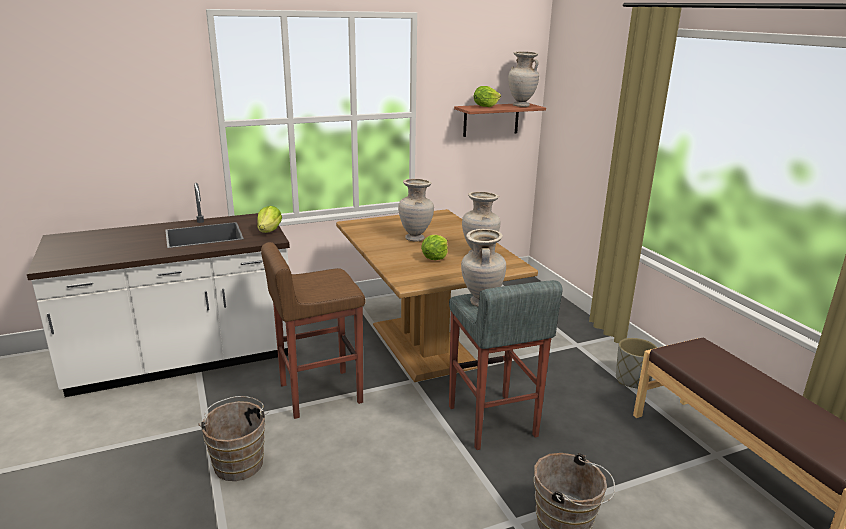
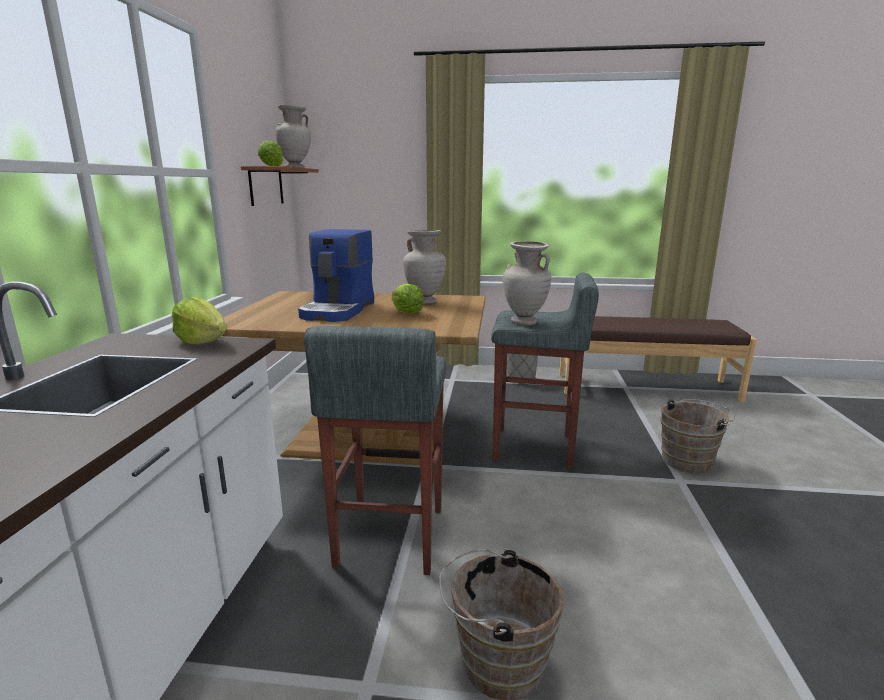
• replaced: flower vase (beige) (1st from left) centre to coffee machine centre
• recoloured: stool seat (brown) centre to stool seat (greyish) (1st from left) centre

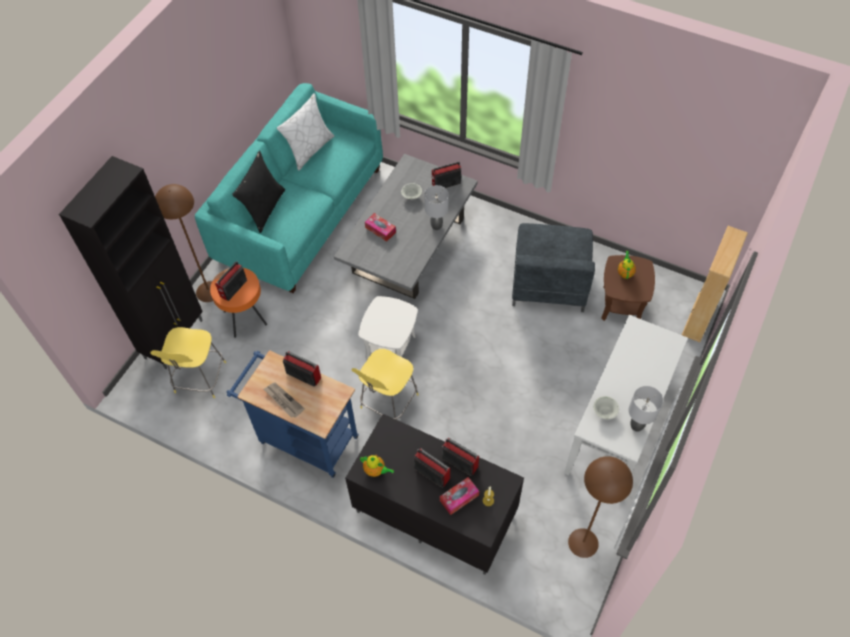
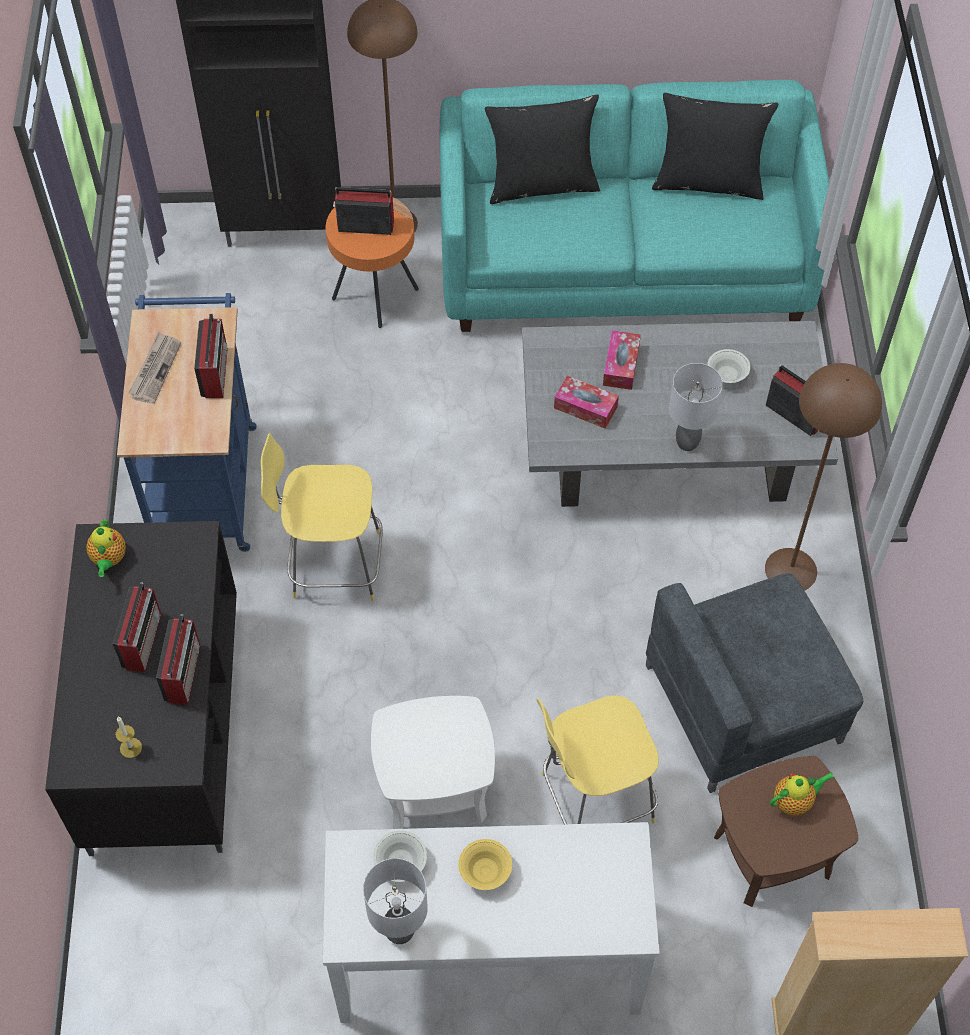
• moved: side table (whitish) centre to bottom centre
• added: bowl (yellow-coloured) bottom centre
• moved: stool seat (yellow-coloured) (1st from left in the first image) middle left to stool seat (yellow-coloured) (2nd from left) bottom centre
• moved: box of tissues (2nd from left in the first image) bottom centre to box of tissues (1st from left) centre
• recoloured: cushion (whitish) top centre to cushion (blackish) (2nd from left) top right
• moved: standard lamp (brown) (2nd from left) bottom right to middle right

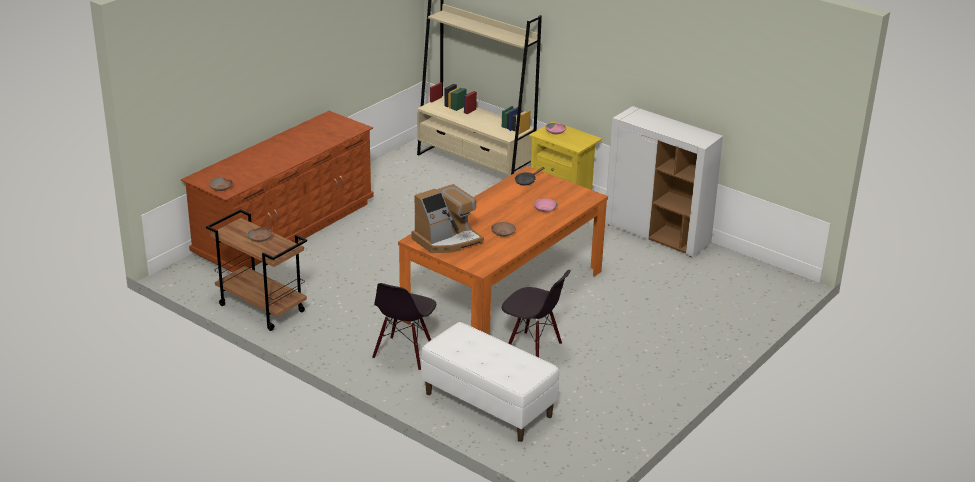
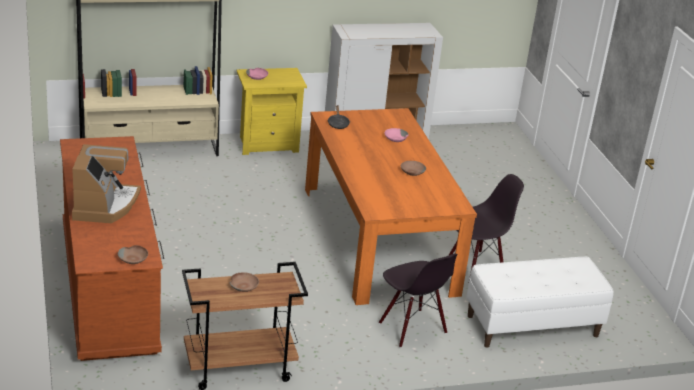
• moved: coffee machine centre to middle left

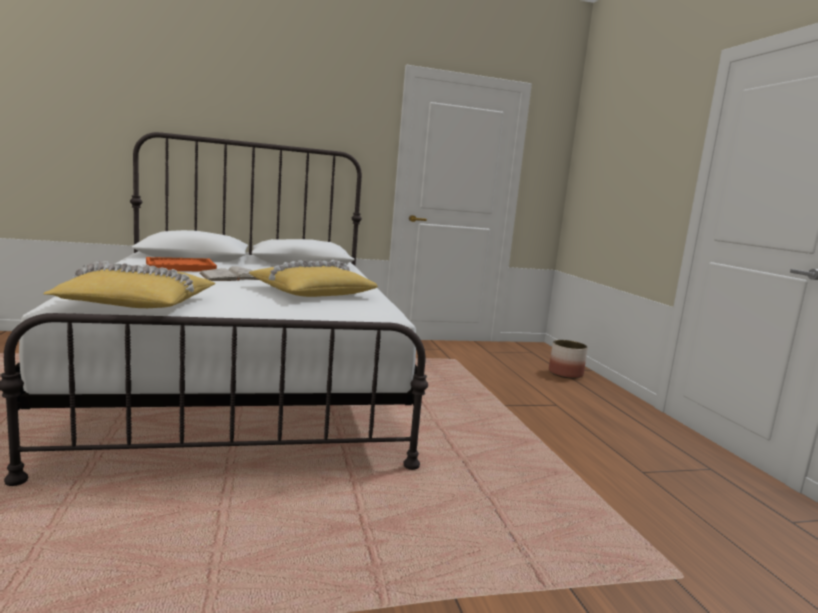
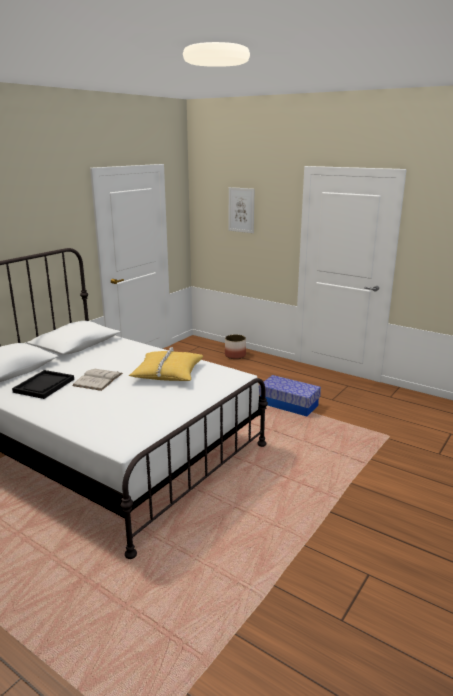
• recoloured: serving tray (orange-coloured) middle left to serving tray (blackish) middle left
• added: wall art top centre
• added: storage container centre
• removed: cushion (yellow-coloured) (1st from left) middle left

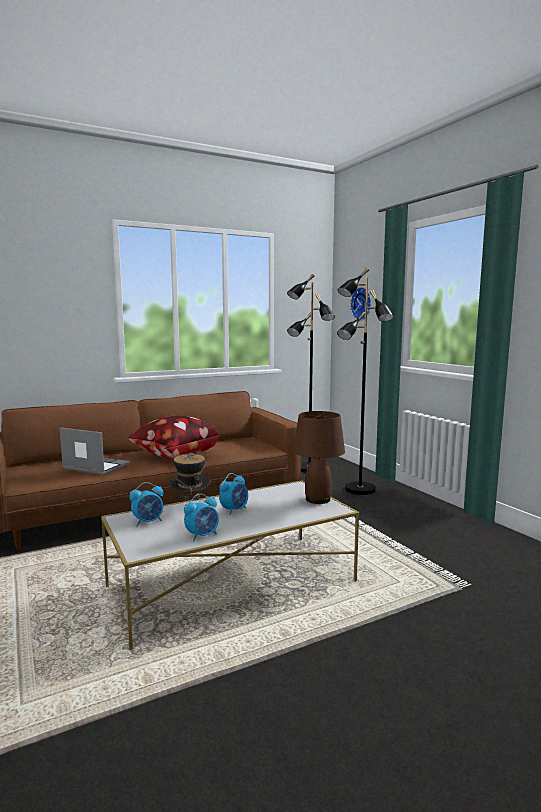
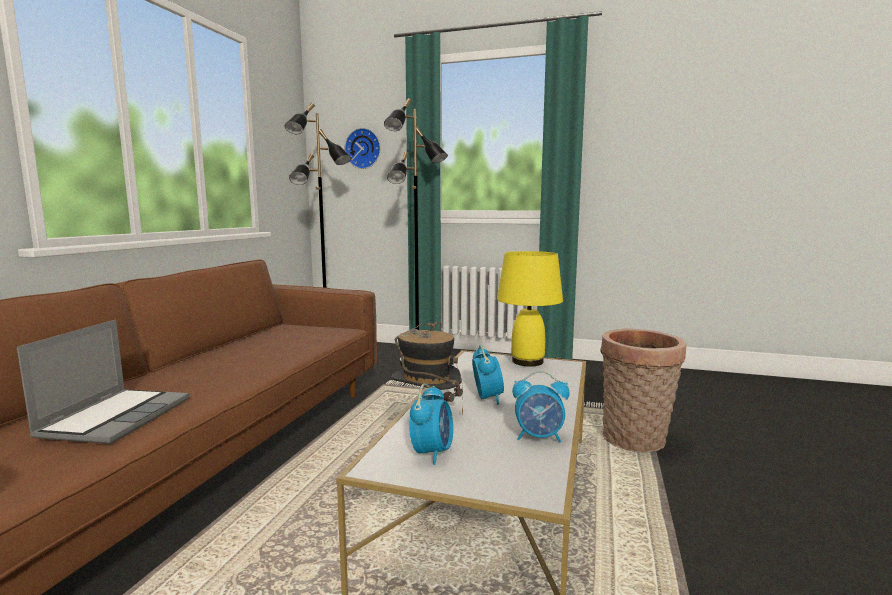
• turned: notebook computer middle left = middle left 120 degrees clockwise
• recoloured: lamp for a table (brown) centre to lamp for a table (yellow-coloured) centre
• turned: bedside clock (2nd from left in the first image) centre = bottom centre 90 degrees clockwise
• added: household basket middle right
• removed: cushion middle left

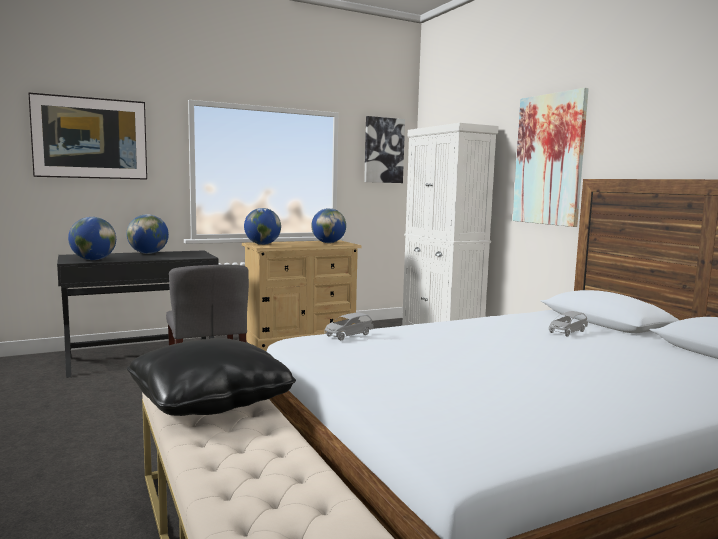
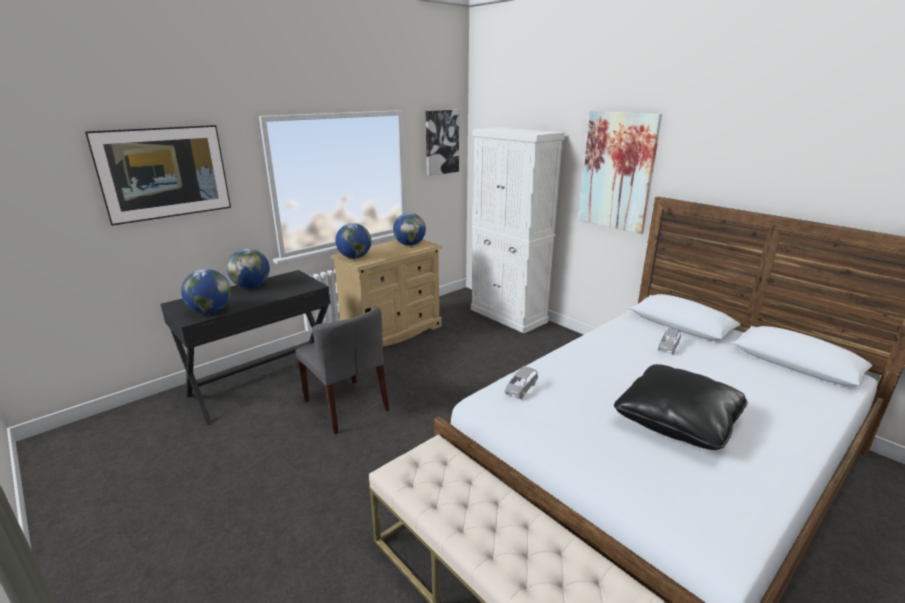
• moved: cushion (blackish) bottom left to bottom right

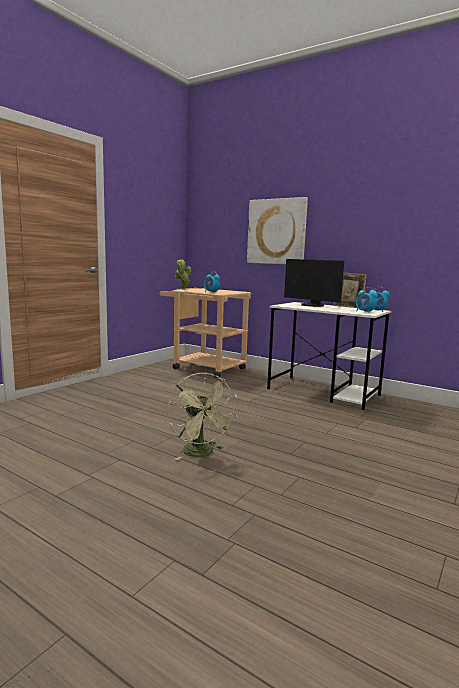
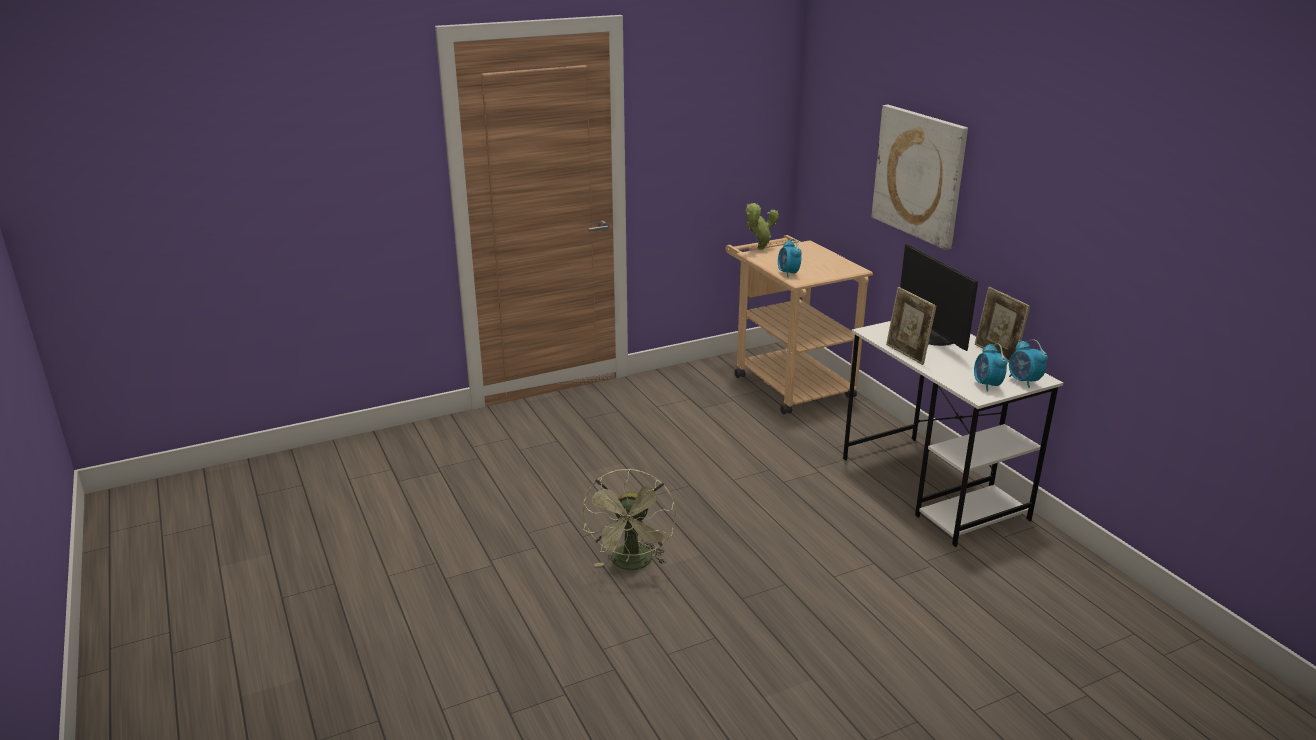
• added: picture frame (1st from left) middle right

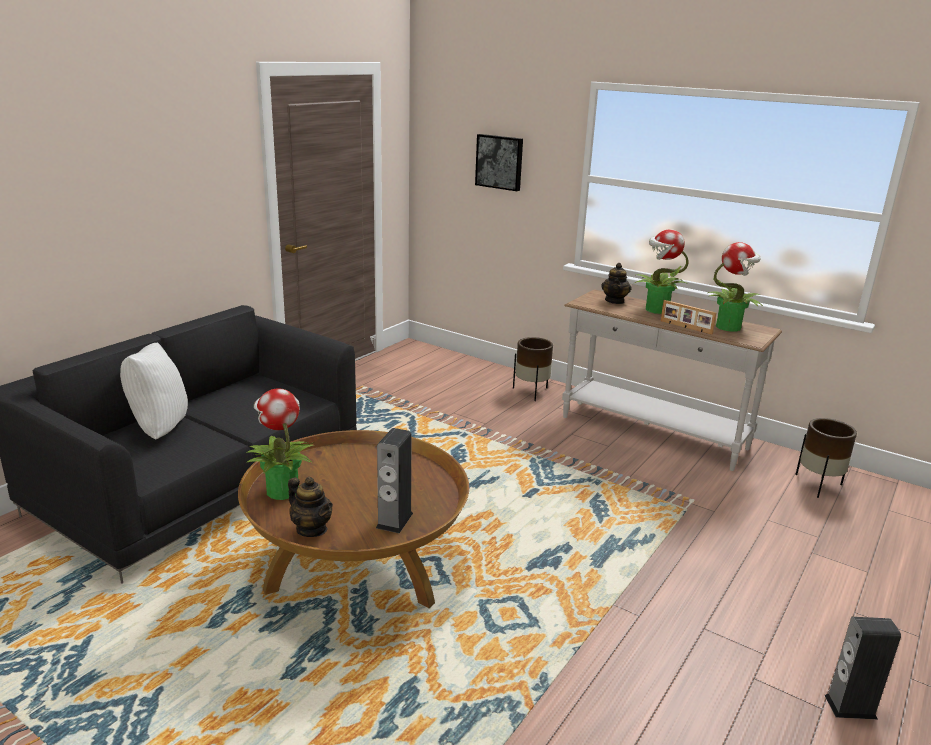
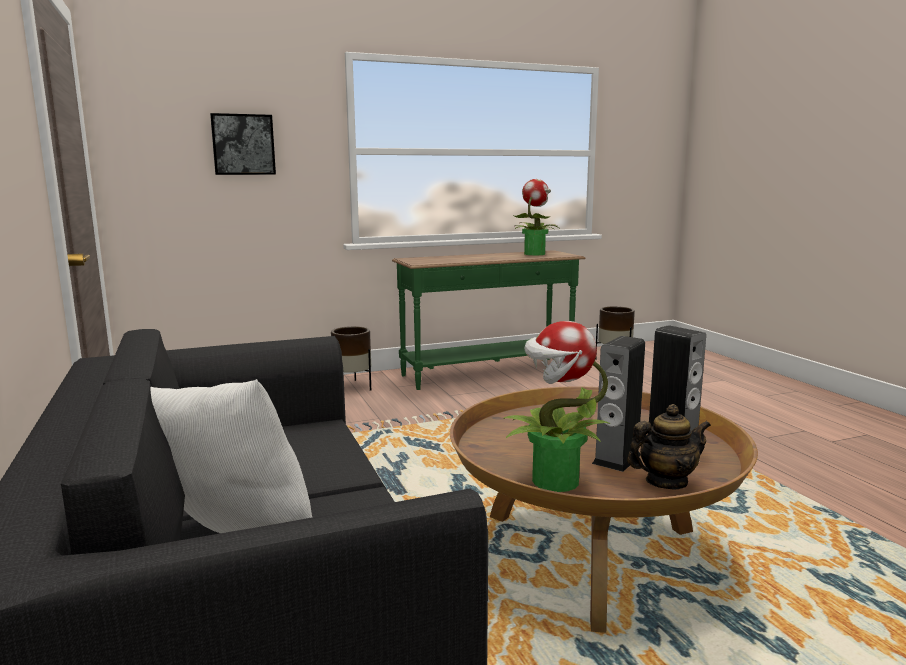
• recoloured: hall table (whitish) middle right to hall table (greenish) centre
• moved: loudspeaker (2nd from left in the first image) bottom right to loudspeaker (1st from left) middle right
• removed: teapot (2nd from left) centre
• removed: potted plant (2nd from left) middle right
• removed: picture frame middle right

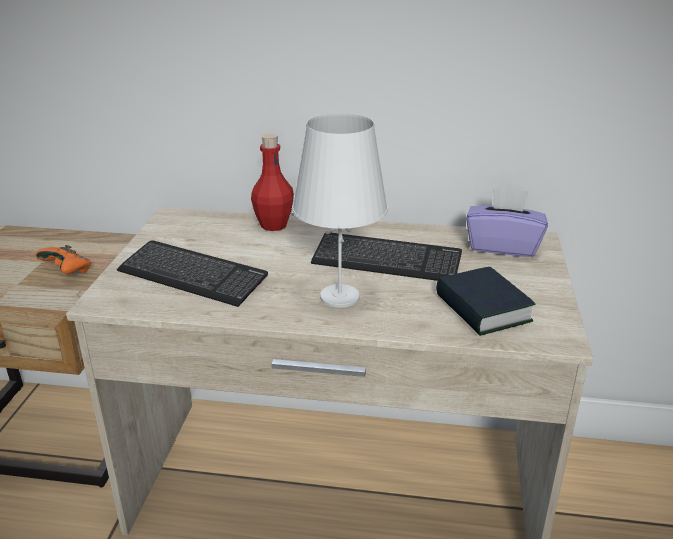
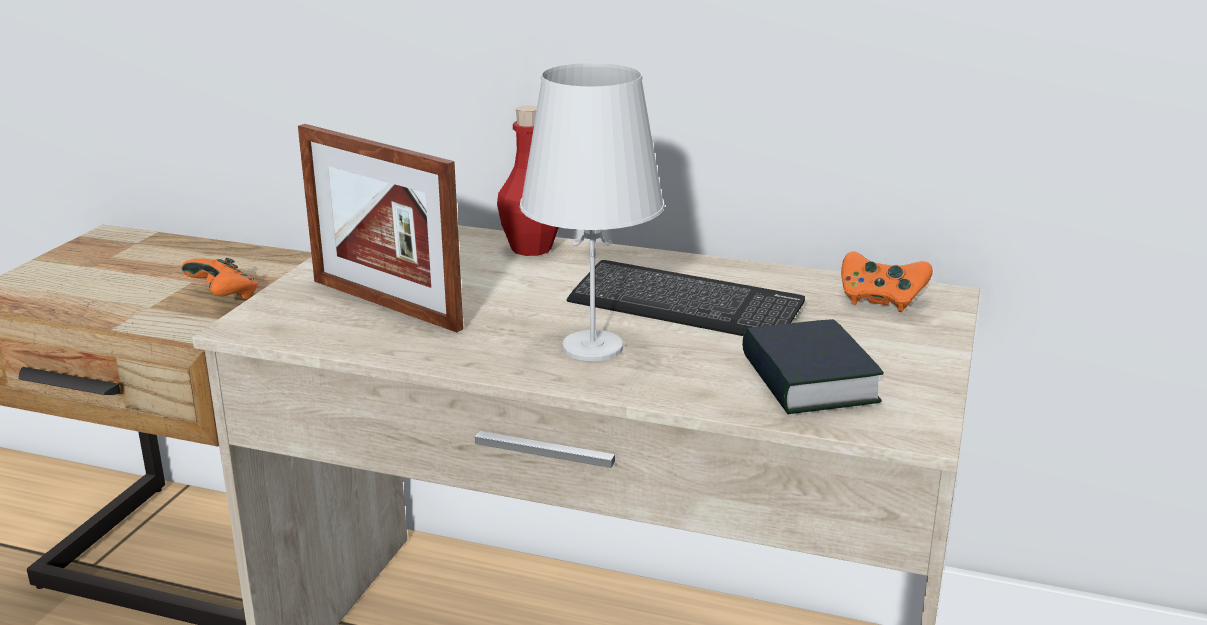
• replaced: PC keyboard (1st from left) middle left to picture frame middle left
• replaced: box of tissues (purple-coloured) middle right to game controller (orange-coloured) (2nd from left) middle right

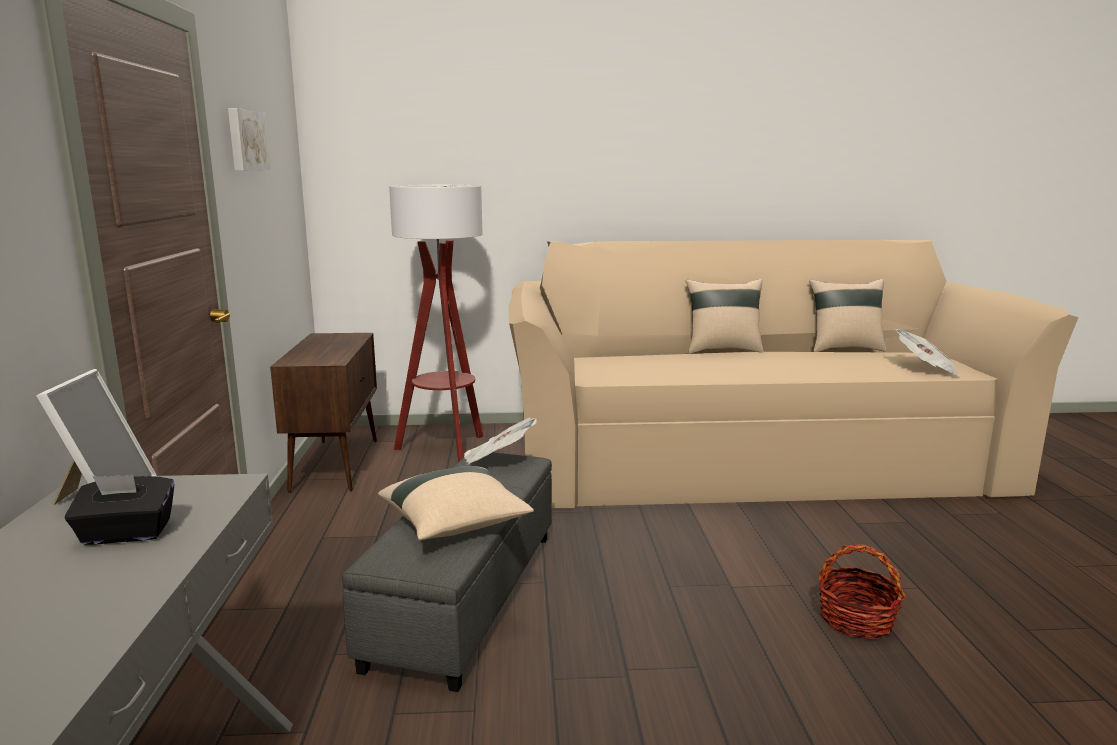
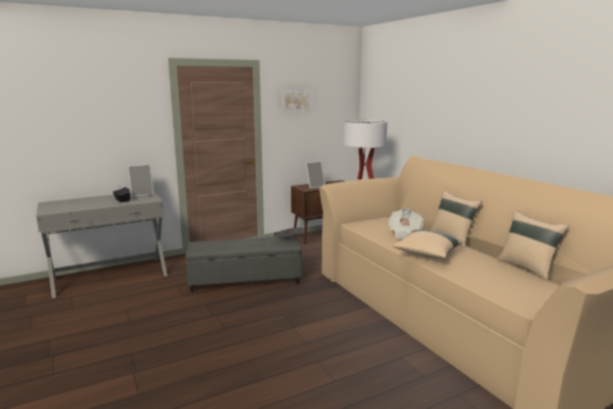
• added: picture frame (2nd from left) centre
• moved: newspaper (2nd from left) middle right to centre
• moved: cushion (beige) (1st from left) bottom centre to middle right
• removed: household basket bottom right

